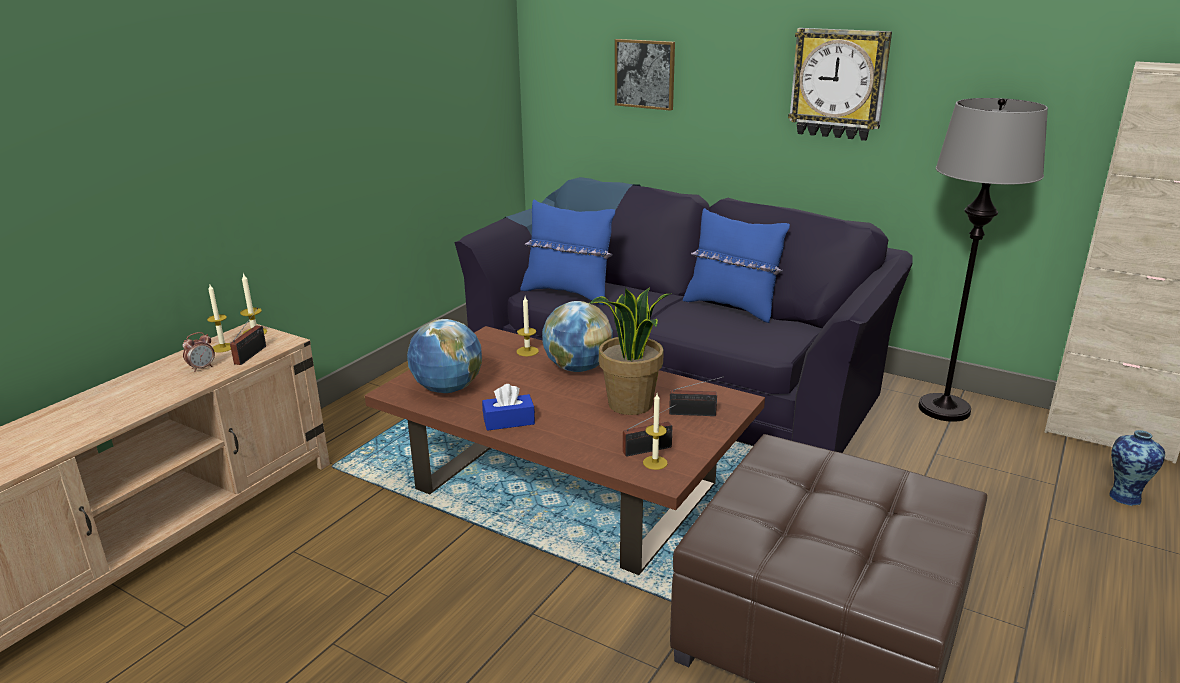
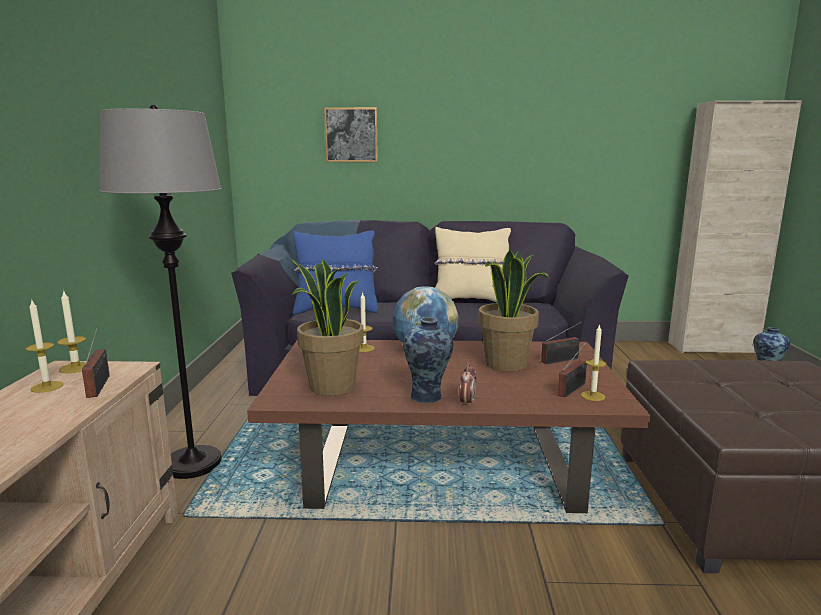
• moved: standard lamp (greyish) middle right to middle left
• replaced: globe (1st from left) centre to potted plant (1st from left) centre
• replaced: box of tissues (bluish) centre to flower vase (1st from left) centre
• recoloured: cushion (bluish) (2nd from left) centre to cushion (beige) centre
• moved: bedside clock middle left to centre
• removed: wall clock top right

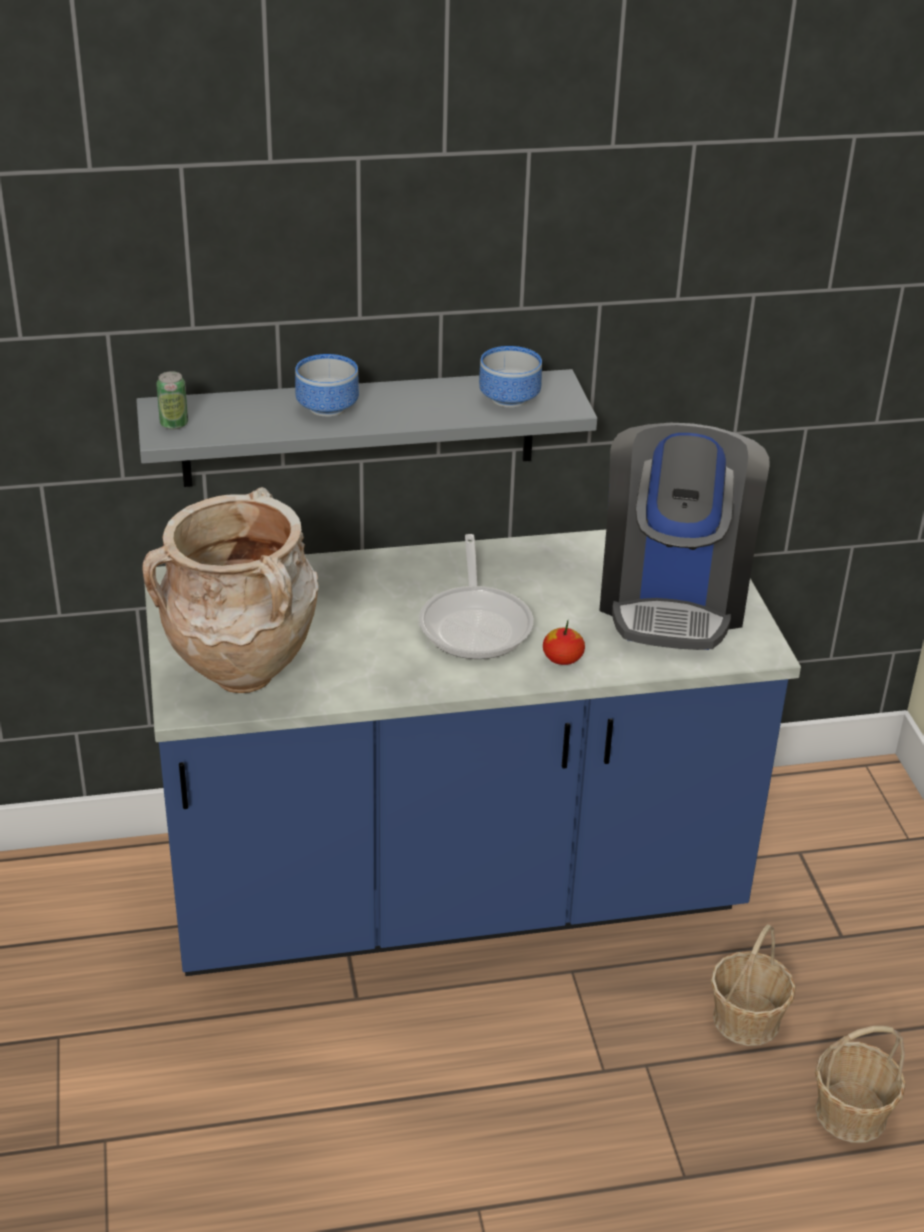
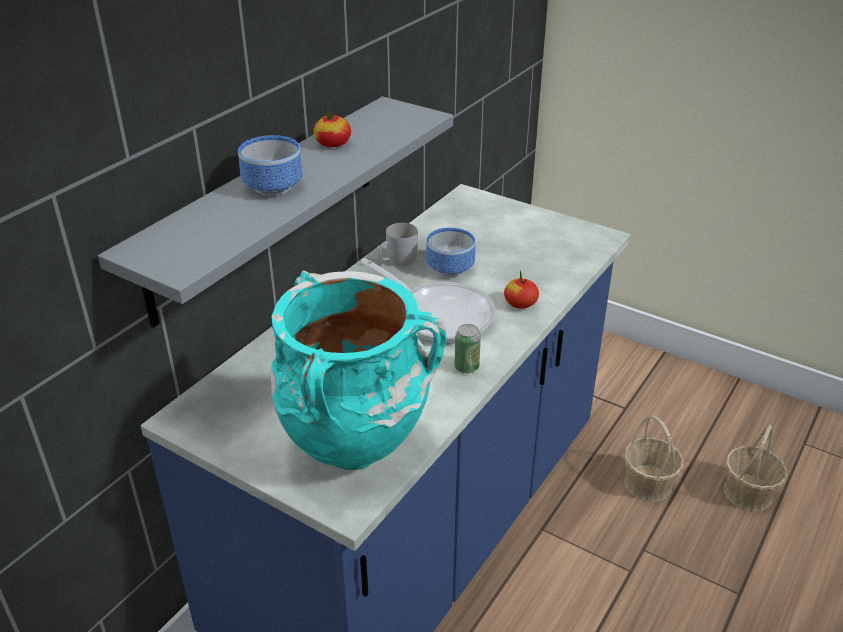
• recoloured: flower vase (beige) middle left to flower vase (turquoise) centre
• added: apple fruit (1st from left) top centre
• added: tea mug (whitish) centre
• moved: bowl (2nd from left) top centre to centre
• moved: metal can top left to centre
• removed: coffee machine middle right

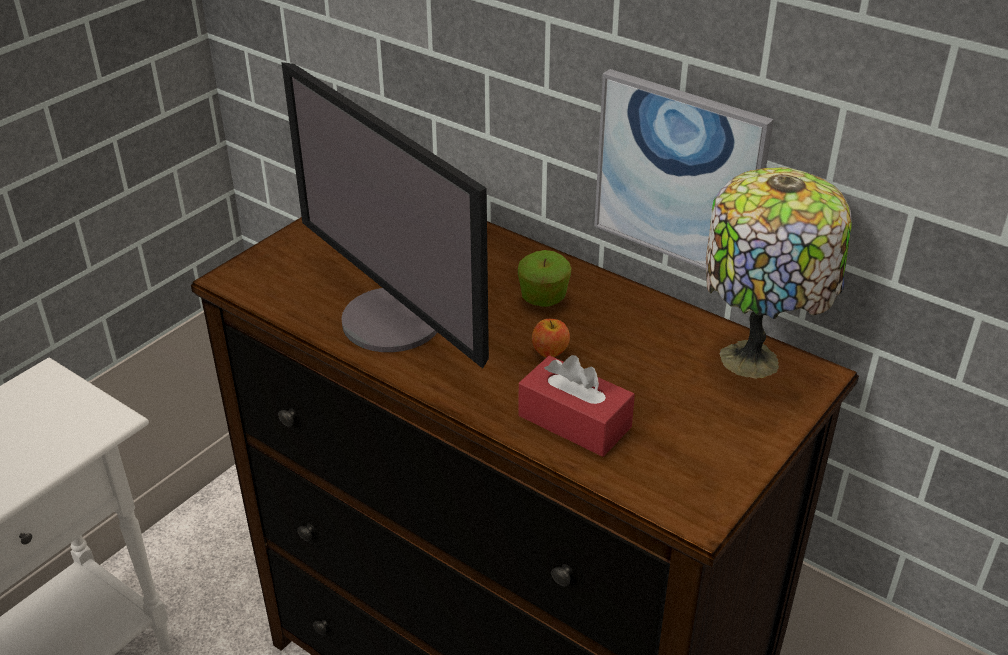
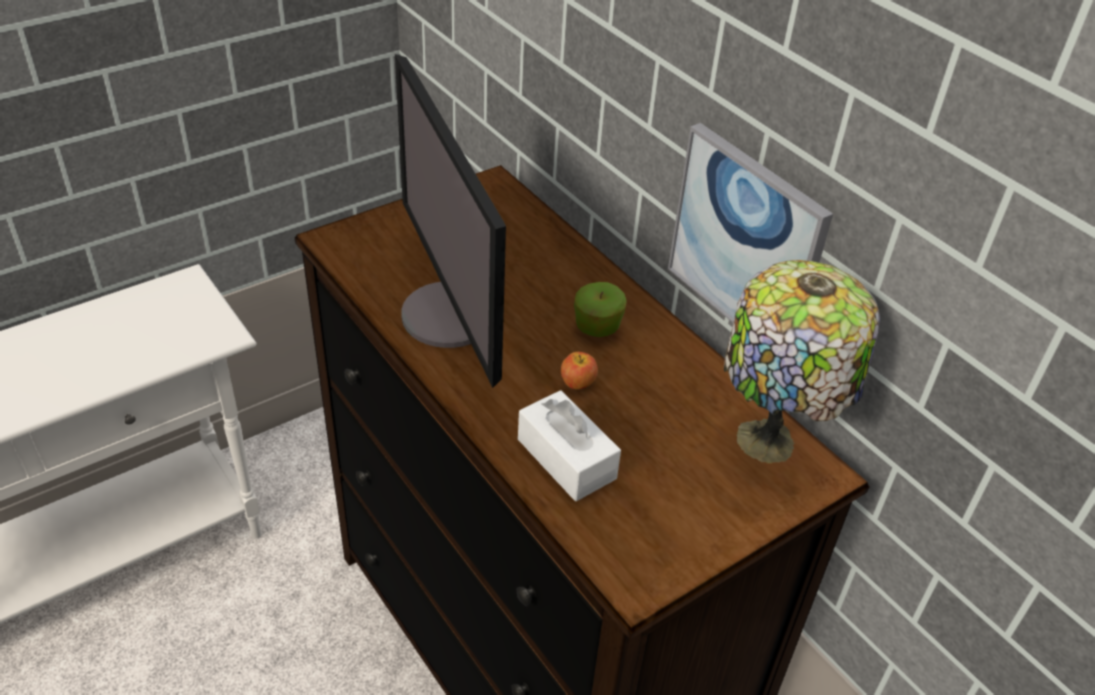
• recoloured: box of tissues (reddish) centre to box of tissues (whitish) centre

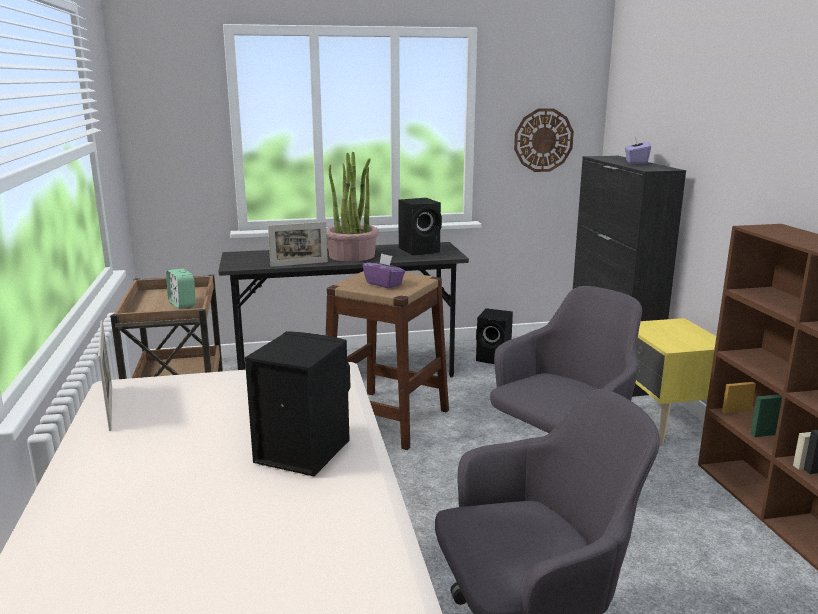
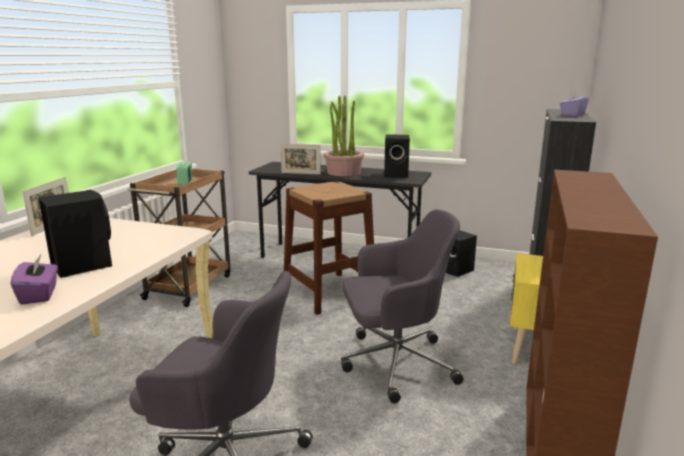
• moved: box of tissues (purple-coloured) (1st from left) centre to middle left
• removed: wall clock top centre

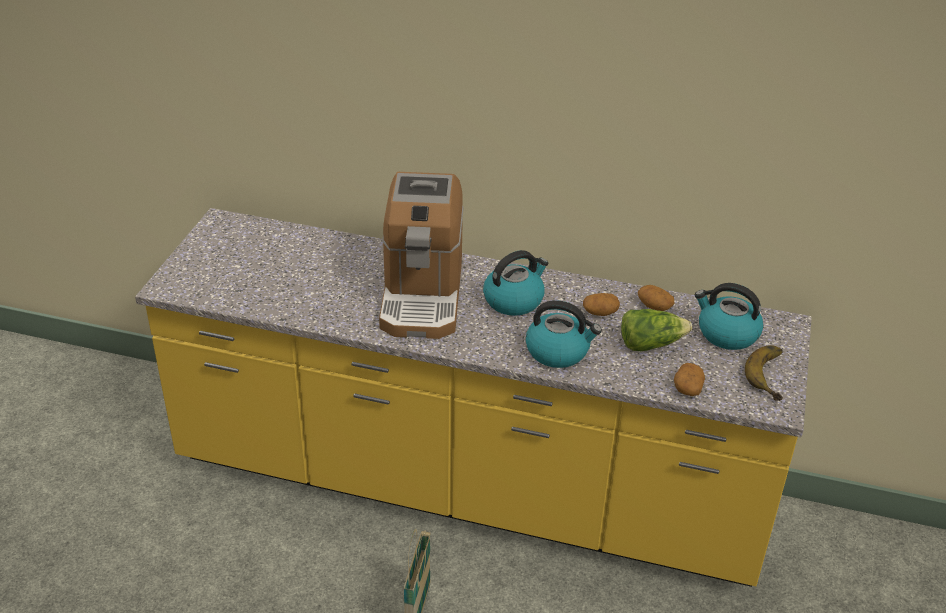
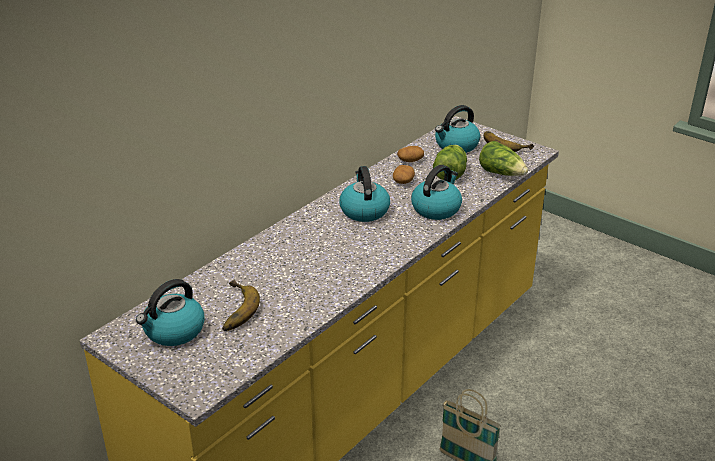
• added: kettle (1st from left) bottom left
• added: banana (1st from left) centre
• replaced: whole potato (3rd from left) middle right to head of lettuce (2nd from left) middle right
• removed: coffee machine centre

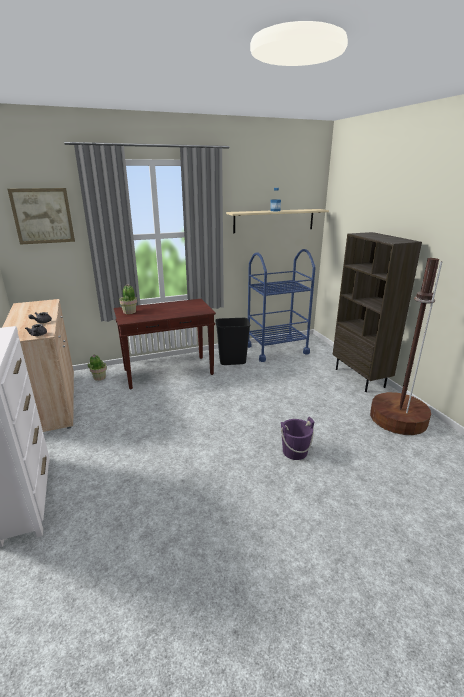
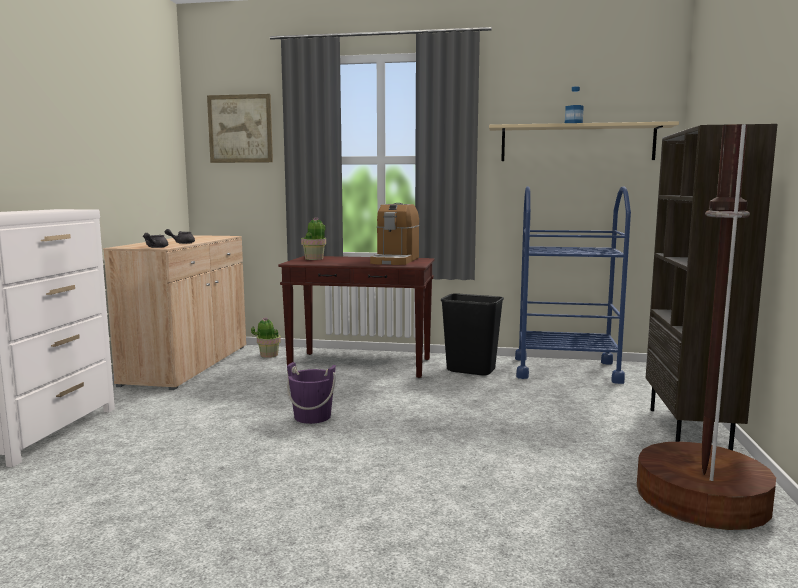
• moved: water bucket (purple-coloured) centre to bottom centre
• added: coffee machine centre

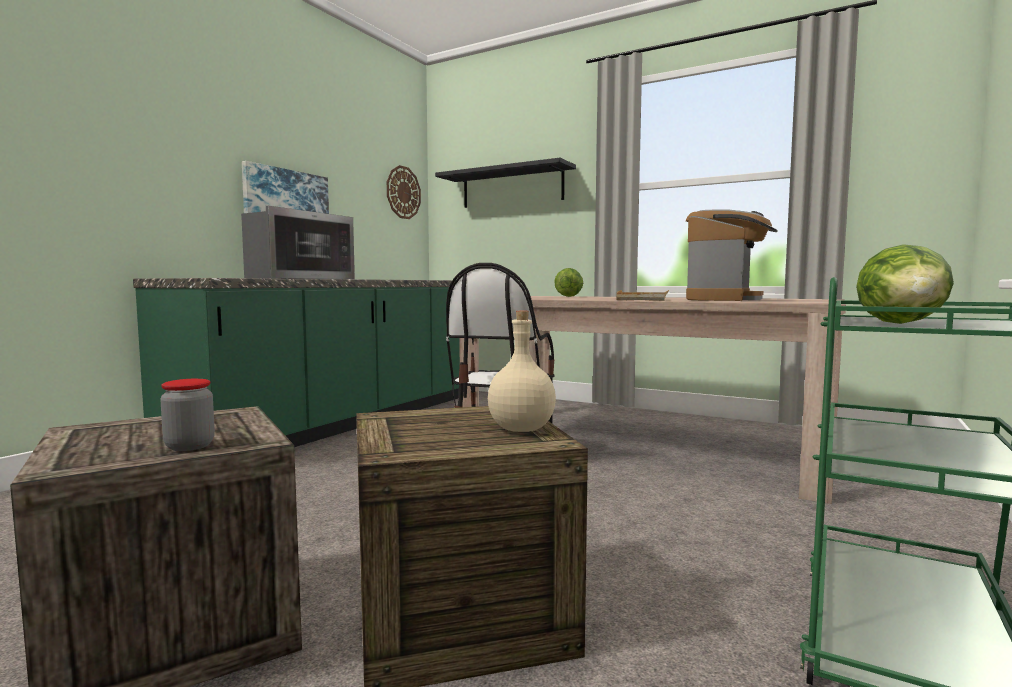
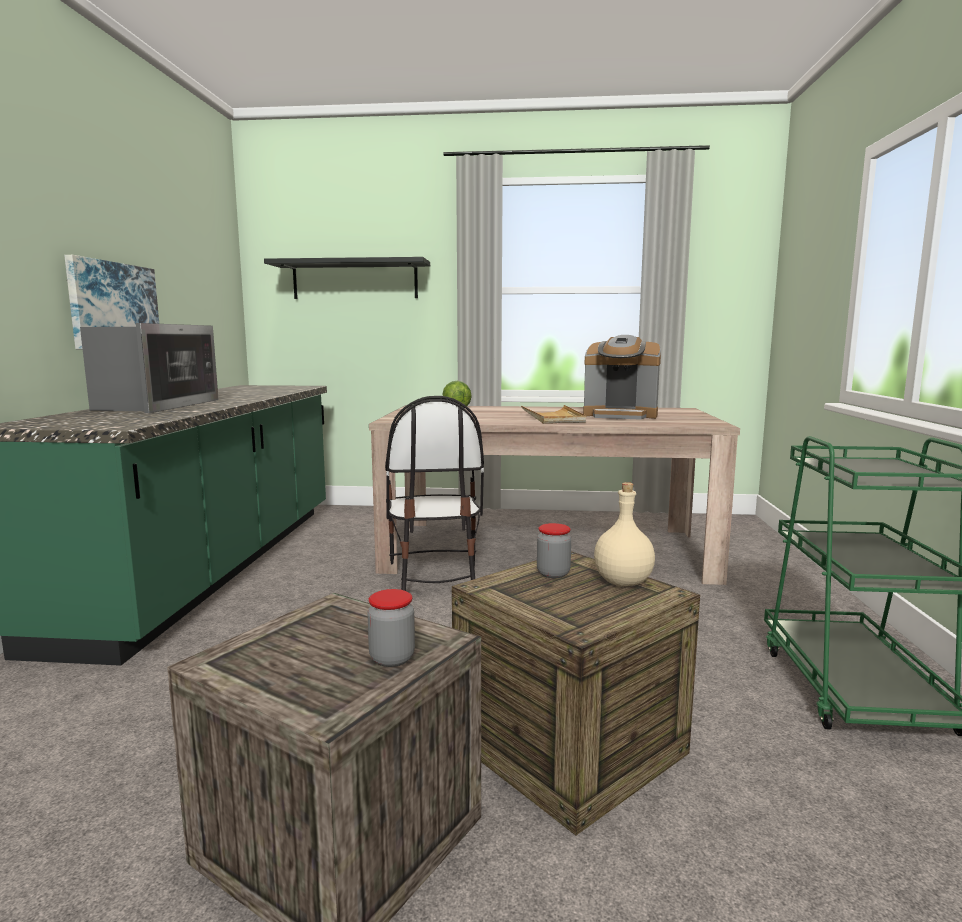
• added: storage jar (2nd from left) centre
• turned: coffee machine middle right = centre 105 degrees clockwise
• removed: wall clock top centre
• removed: head of lettuce (2nd from left) middle right

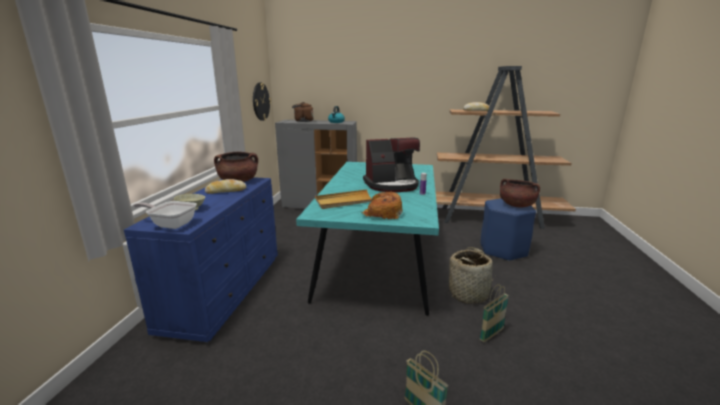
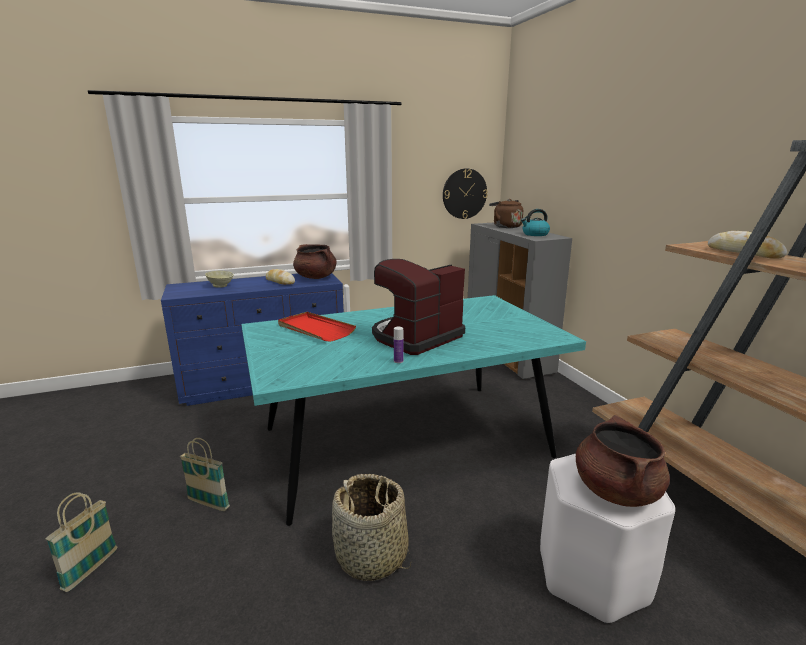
• moved: household basket (3rd from left in the first image) bottom right to household basket (2nd from left) bottom left
• recoloured: serving tray (beige) centre to serving tray (reddish) centre
• turned: coffee machine centre = centre 90 degrees clockwise
• recoloured: stool seat (bluish) middle right to stool seat (whitish) bottom right
• removed: skillet middle left
• removed: baked bread (2nd from left) centre

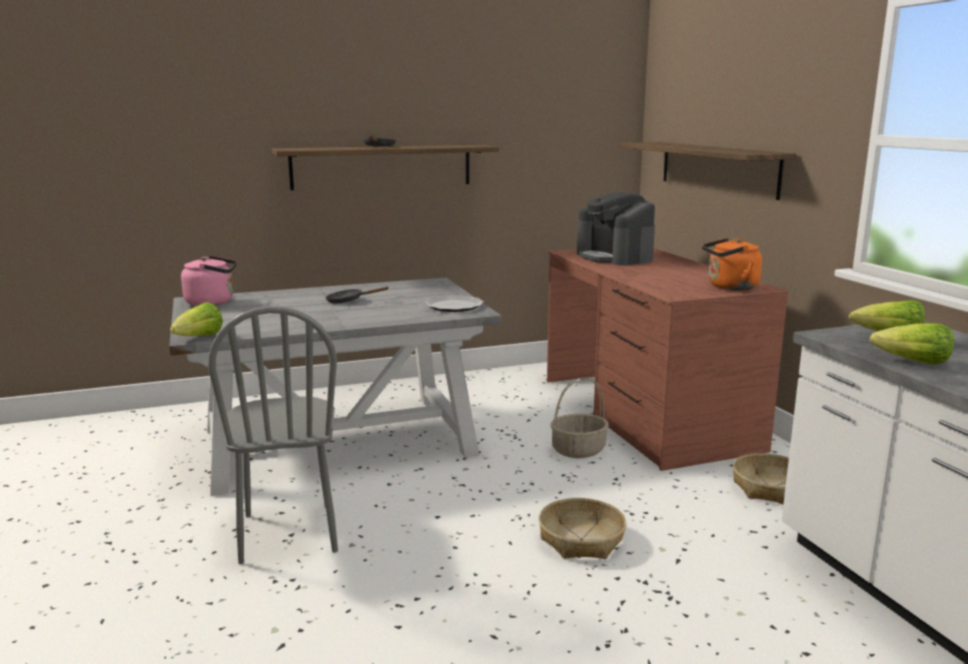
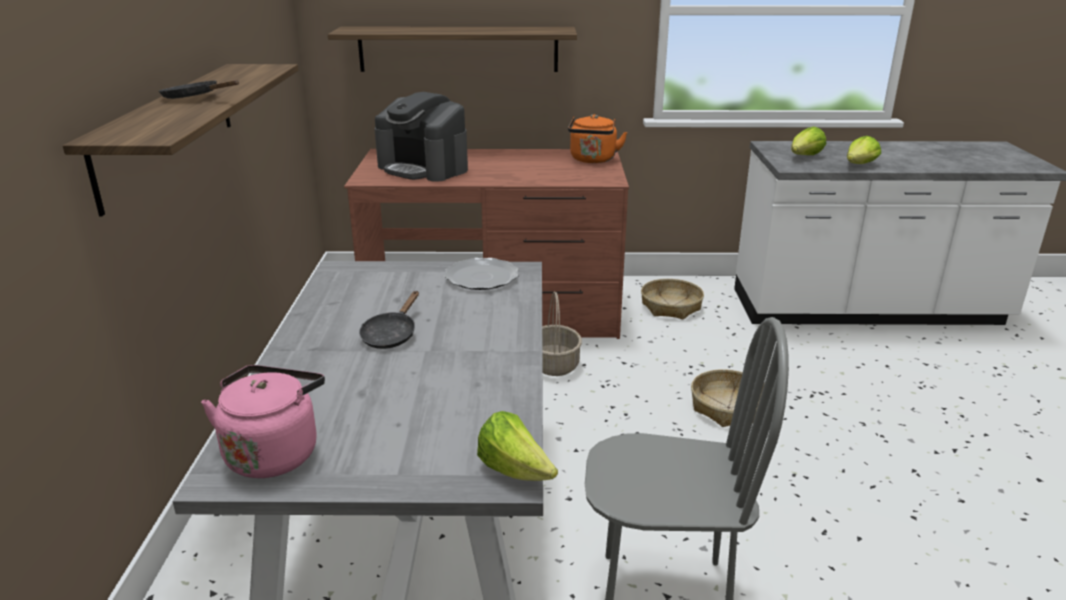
• turned: coffee machine centre = top centre 45 degrees clockwise

